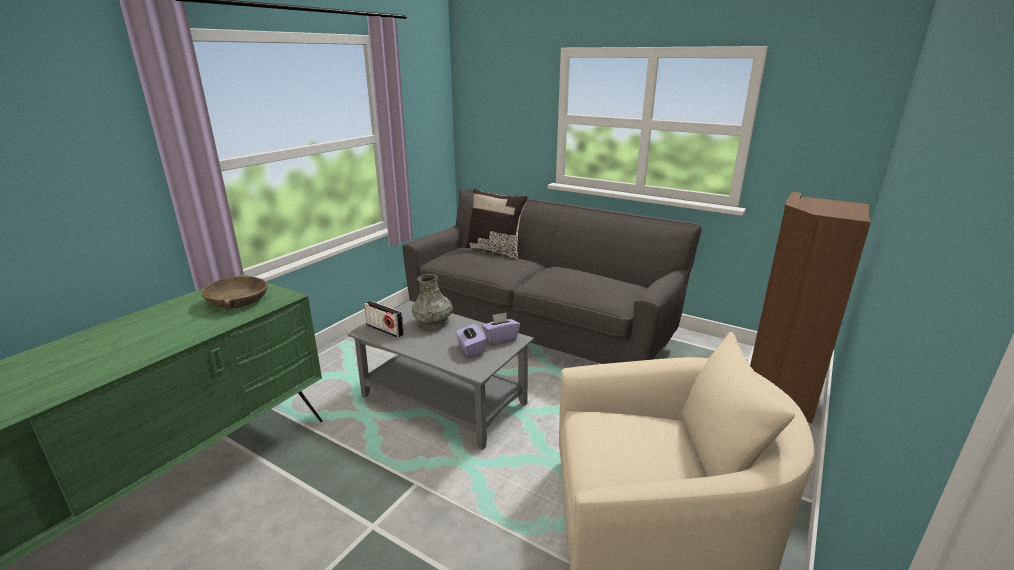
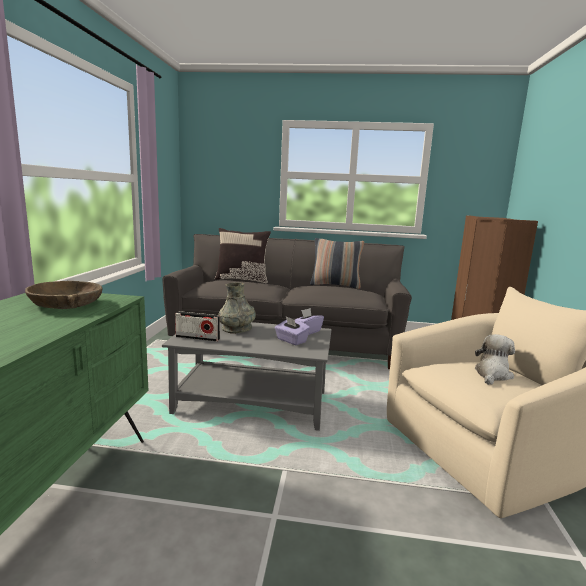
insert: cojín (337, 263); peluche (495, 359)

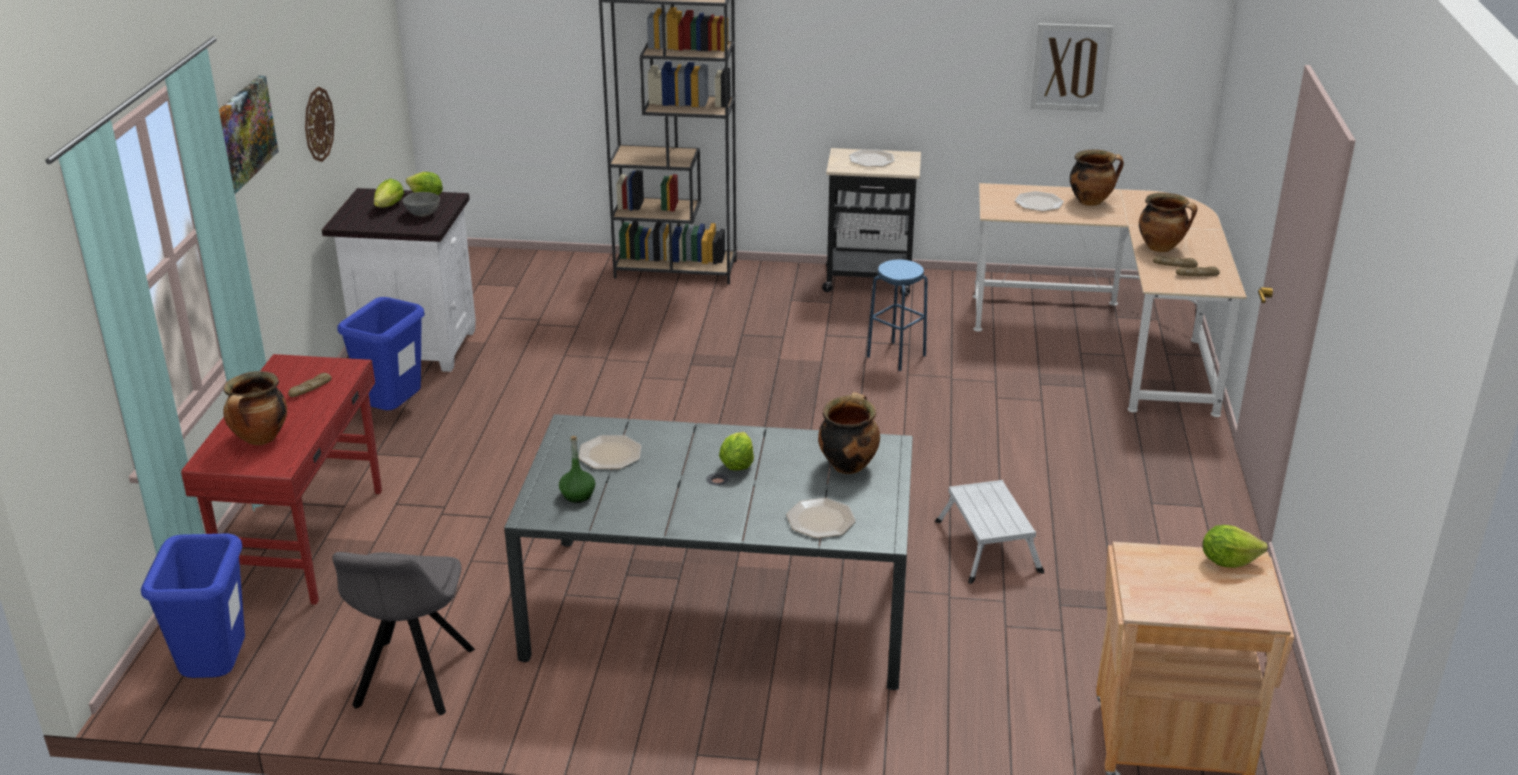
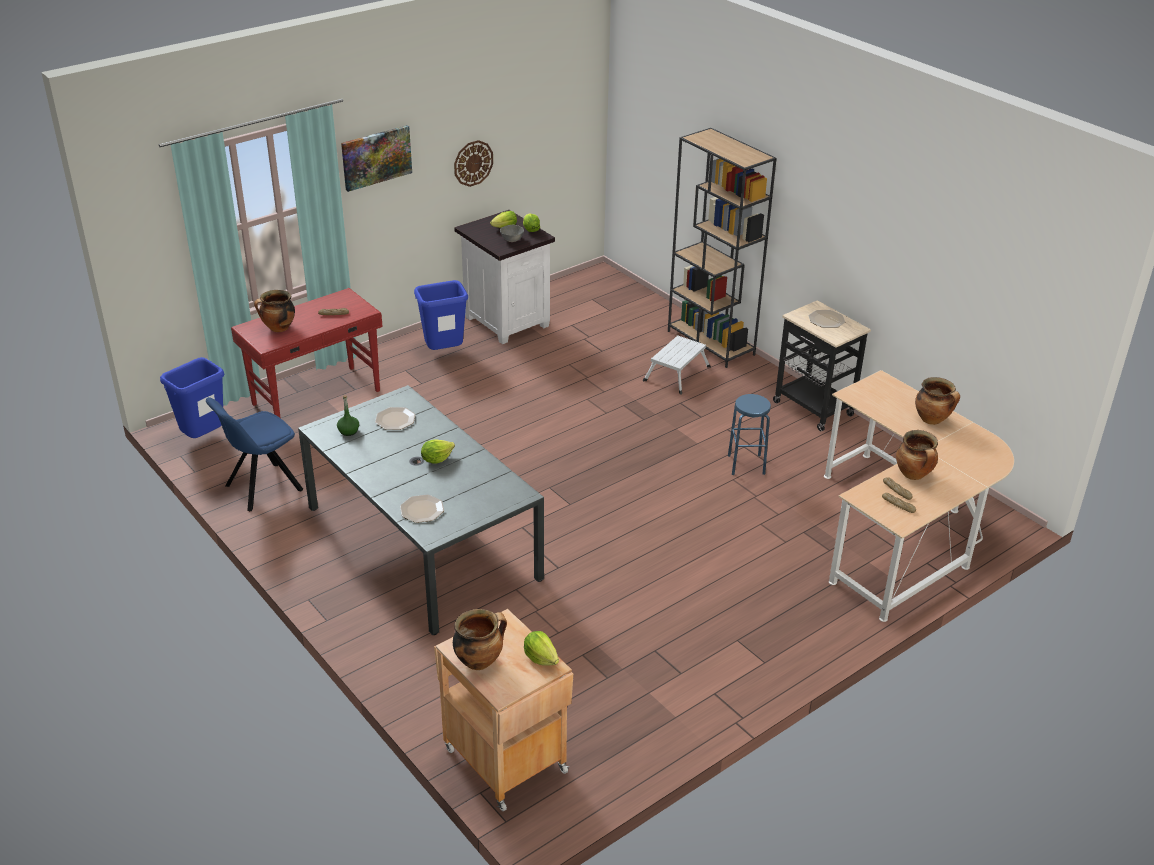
delete: plato (1039, 201); cuadro (1071, 67)
move: olla (849, 433) to (480, 639); escalera de tijera [blanco] (989, 532) to (677, 365)
recolor: silla [gris] (404, 633) to silla [azul] (254, 454)

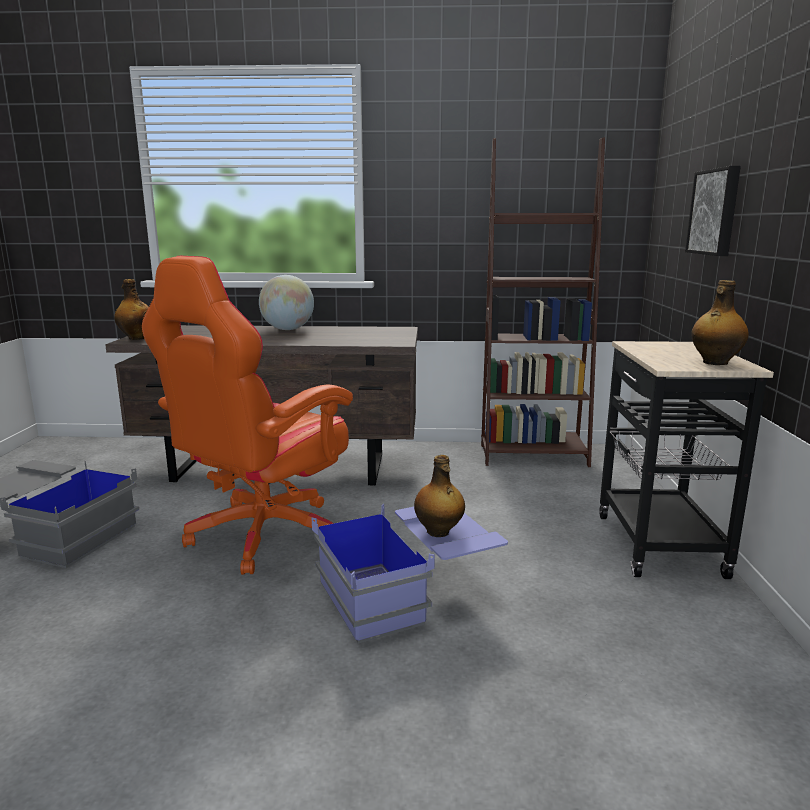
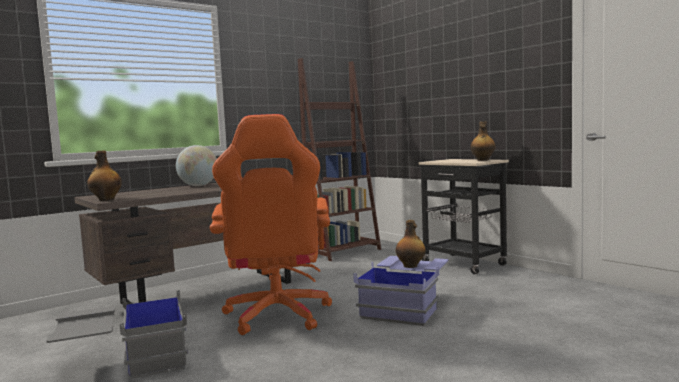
delete: cuadro (713, 211)

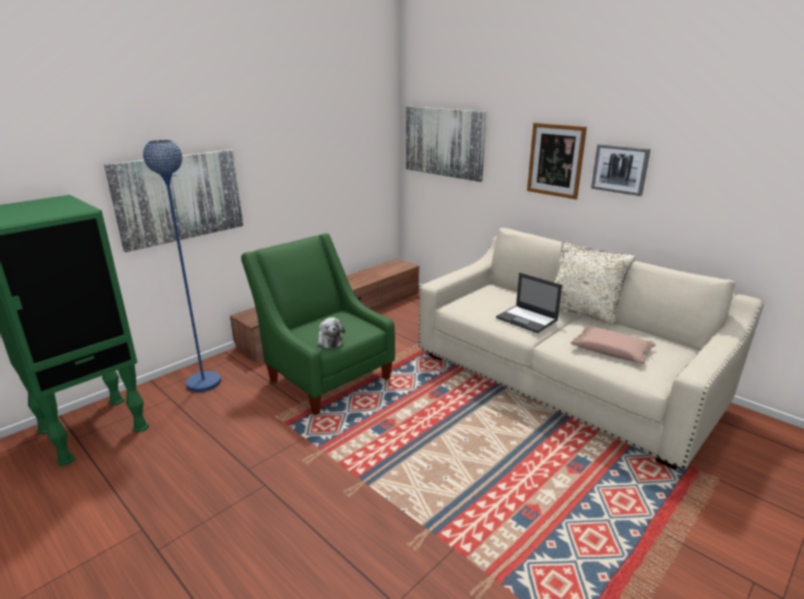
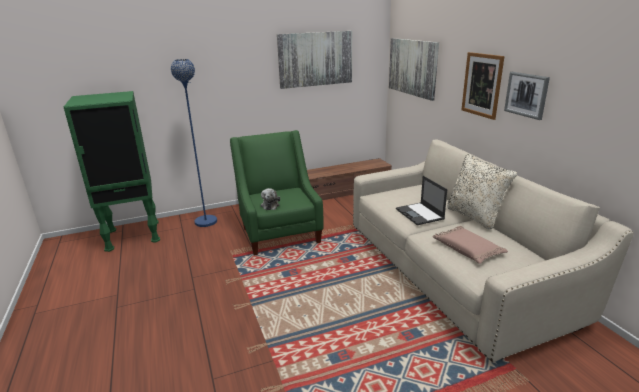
move: cuadro (173, 201) to (314, 60)

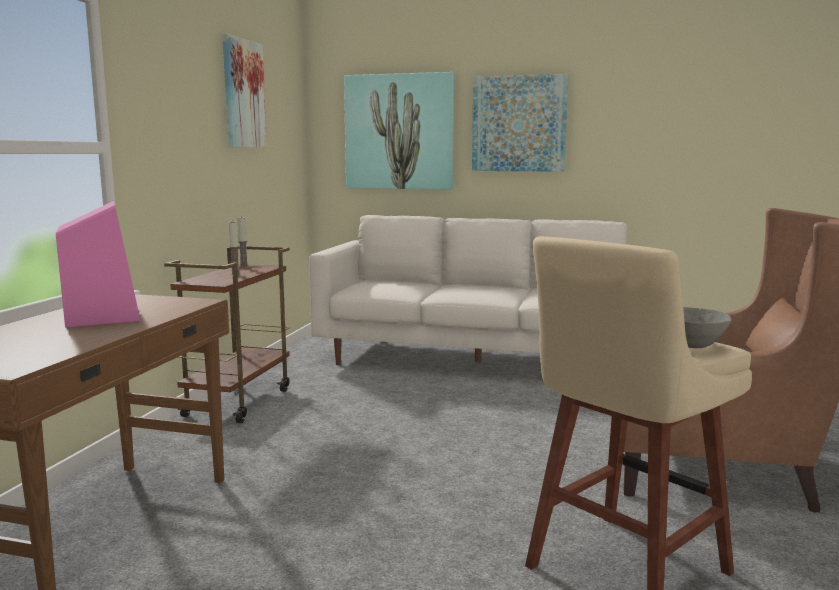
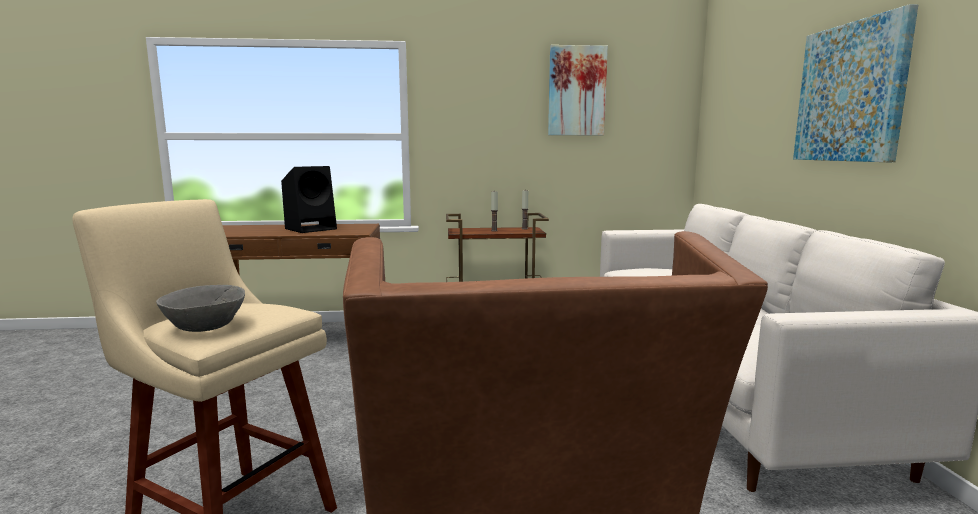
delete: cuadro (399, 131)
recolor: altavoz [rosa] (98, 264) to altavoz [negro] (309, 199)

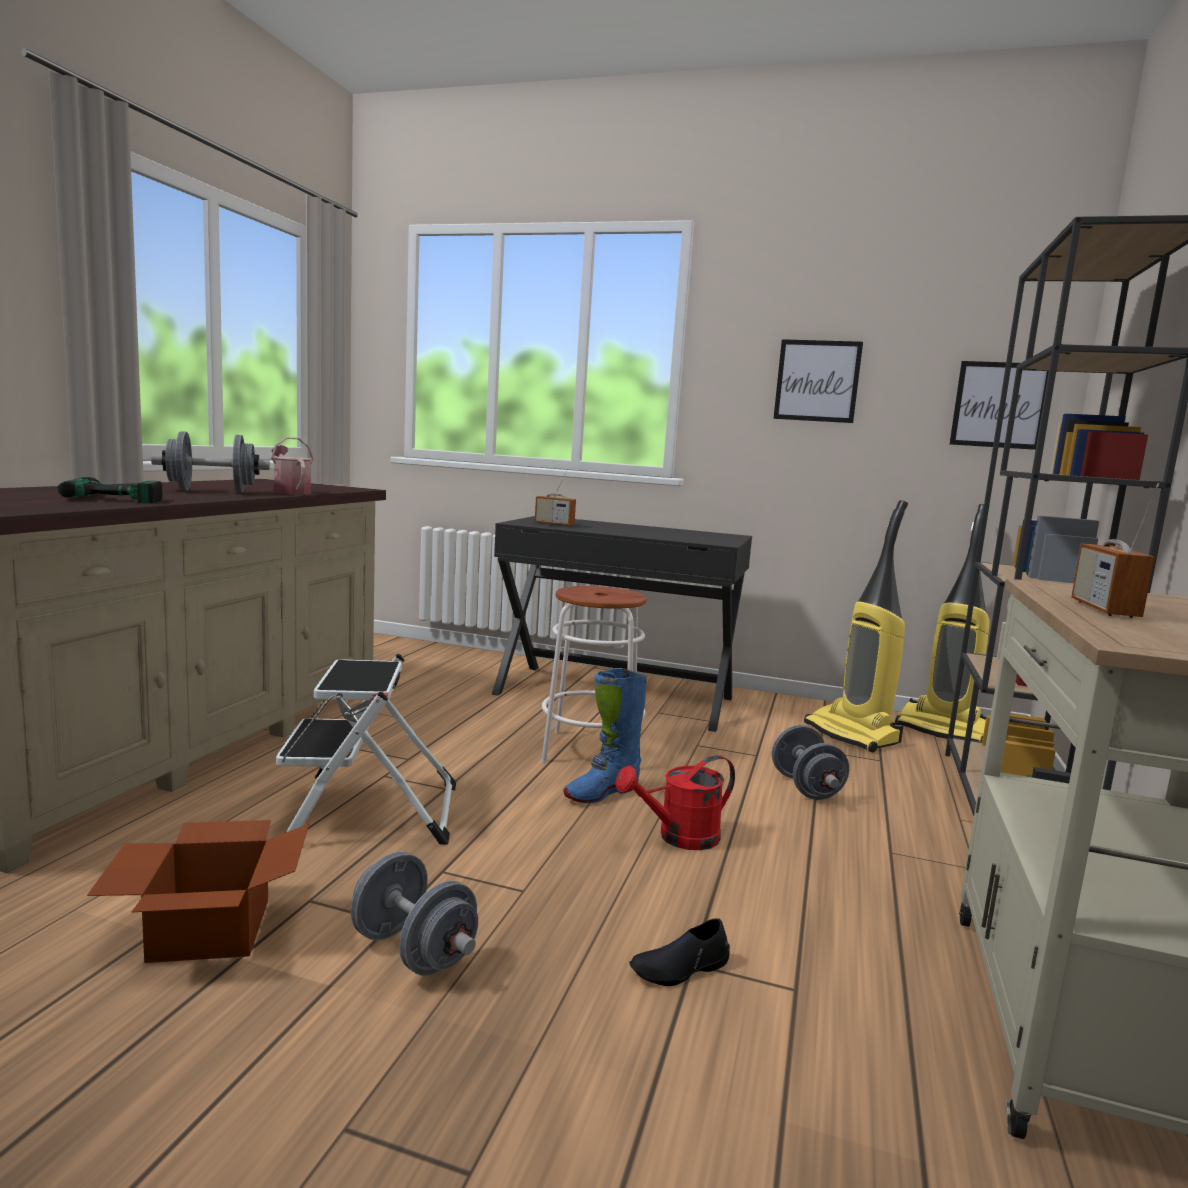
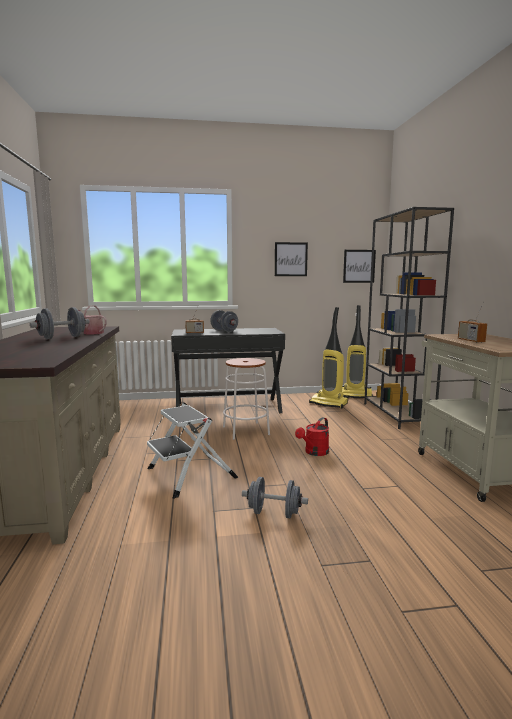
delete: taladro (110, 490); caja de cartón (198, 891); bota [azul] (604, 735); zapato [negro] (679, 952)
move: mancuerna [gris] (810, 762) to (224, 321)

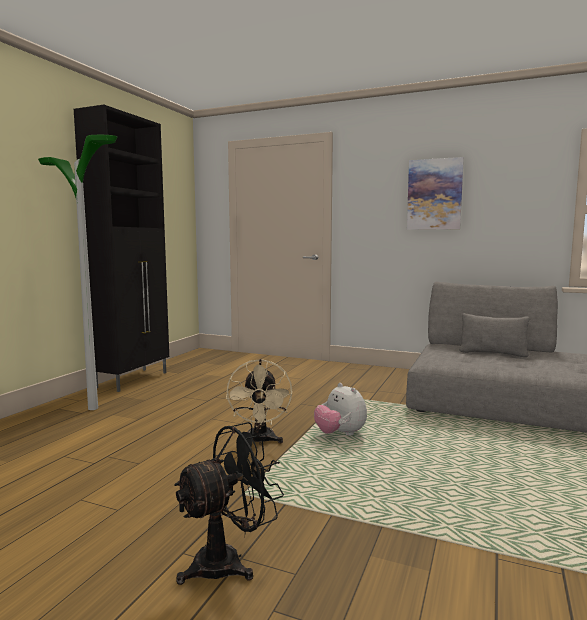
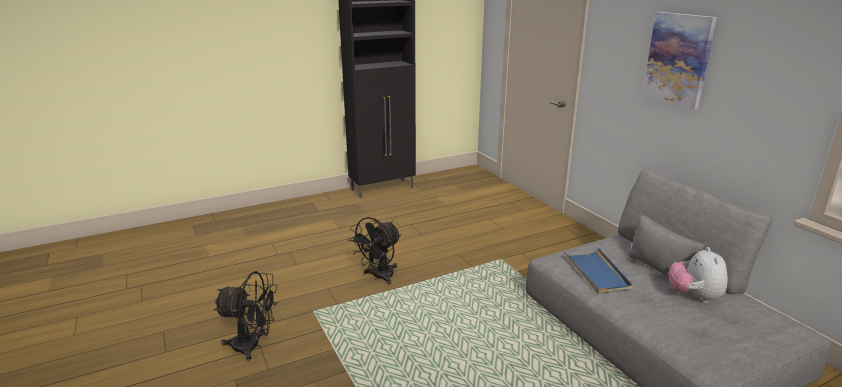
delete: lámpara de pie (77, 272)
insert: bandeja [azul] (598, 270)
move: peluche (340, 409) to (698, 275)
recolor: ventilador [beis] (259, 402) to ventilador [negro] (374, 251)

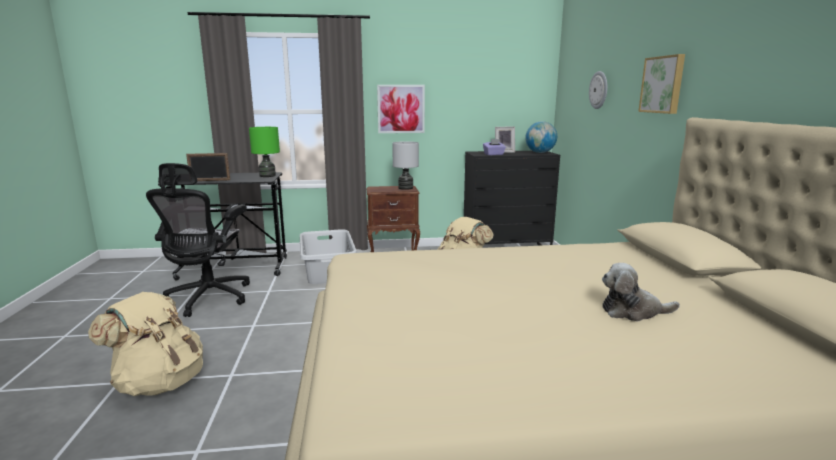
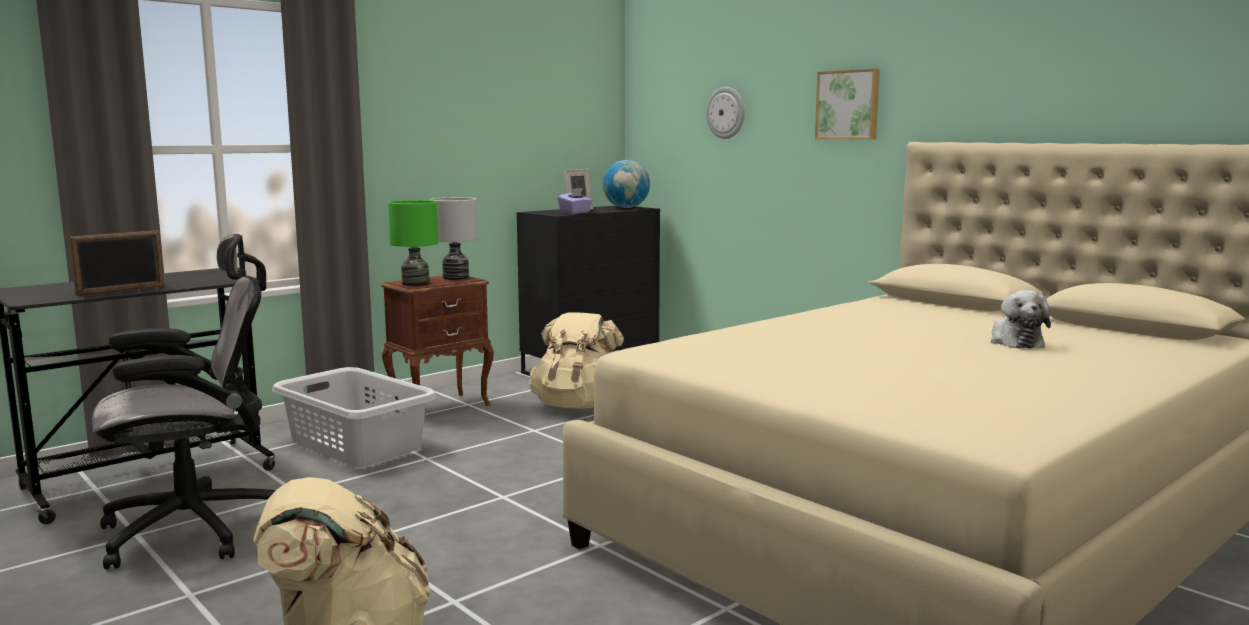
delete: cuadro (401, 109)
move: lámpara de mesa [verde] (264, 152) to (413, 243)
rotate: silla de oficina (198, 240) = (184, 401) 90 degrees counterclockwise; peluche (641, 292) = (1021, 319) 60 degrees counterclockwise

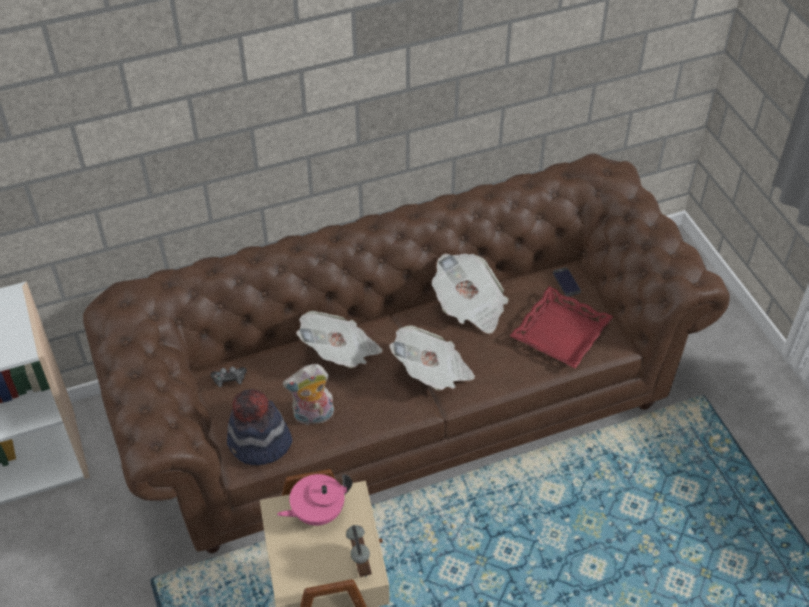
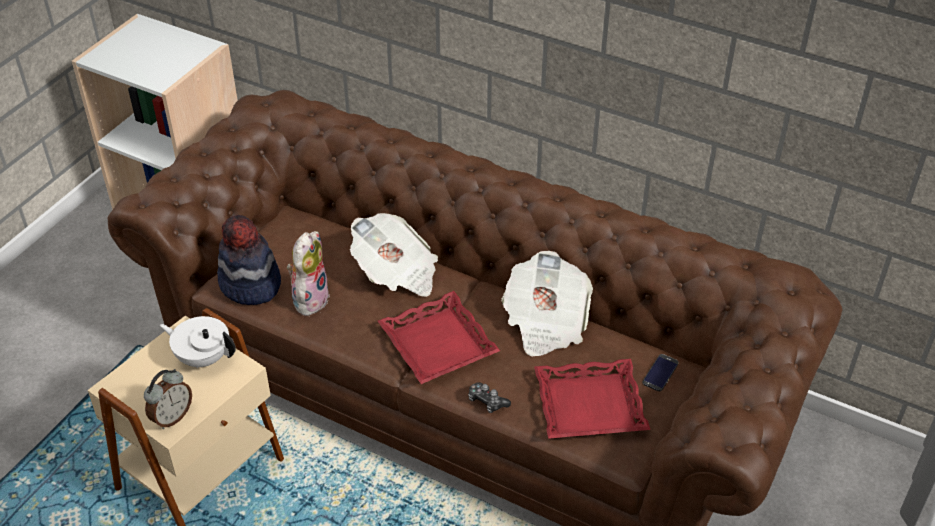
move: mando de consola (229, 376) to (489, 397)
replace: periódico (432, 358) to bandeja [rojo] (439, 337)
recolor: tetera [rosa] (314, 500) to tetera [blanco] (198, 342)
rotate: peluche (308, 394) = (308, 273) 75 degrees clockwise

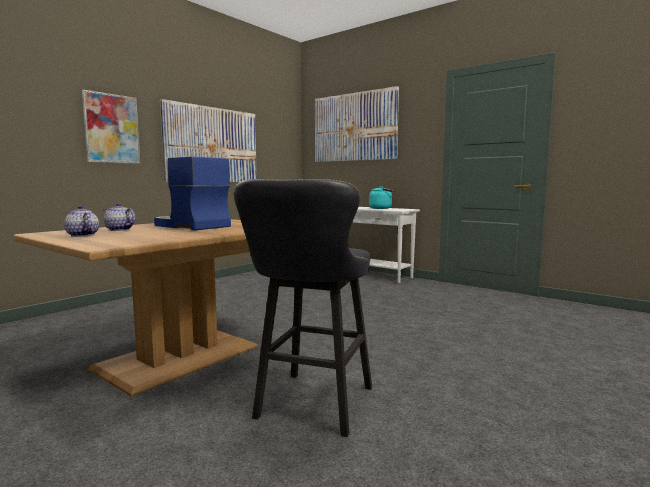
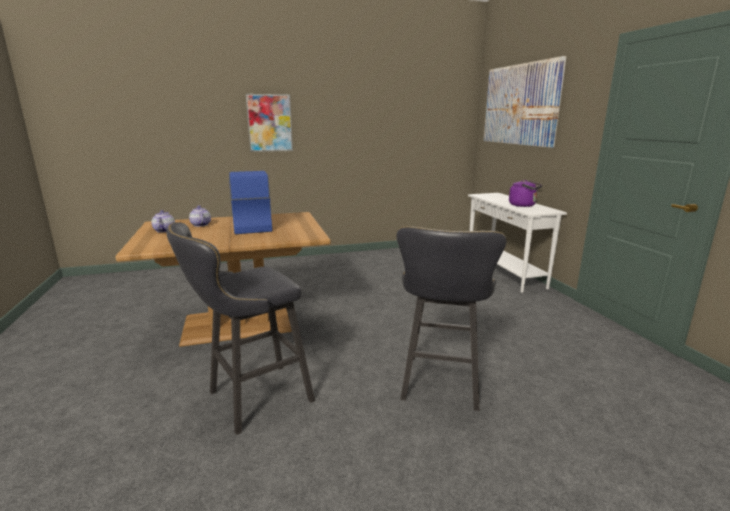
delete: cuadro (208, 140)
insert: taburete [negro] (451, 318)
recolor: hervidor [turquesa] (381, 197) to hervidor [morado] (526, 193)

